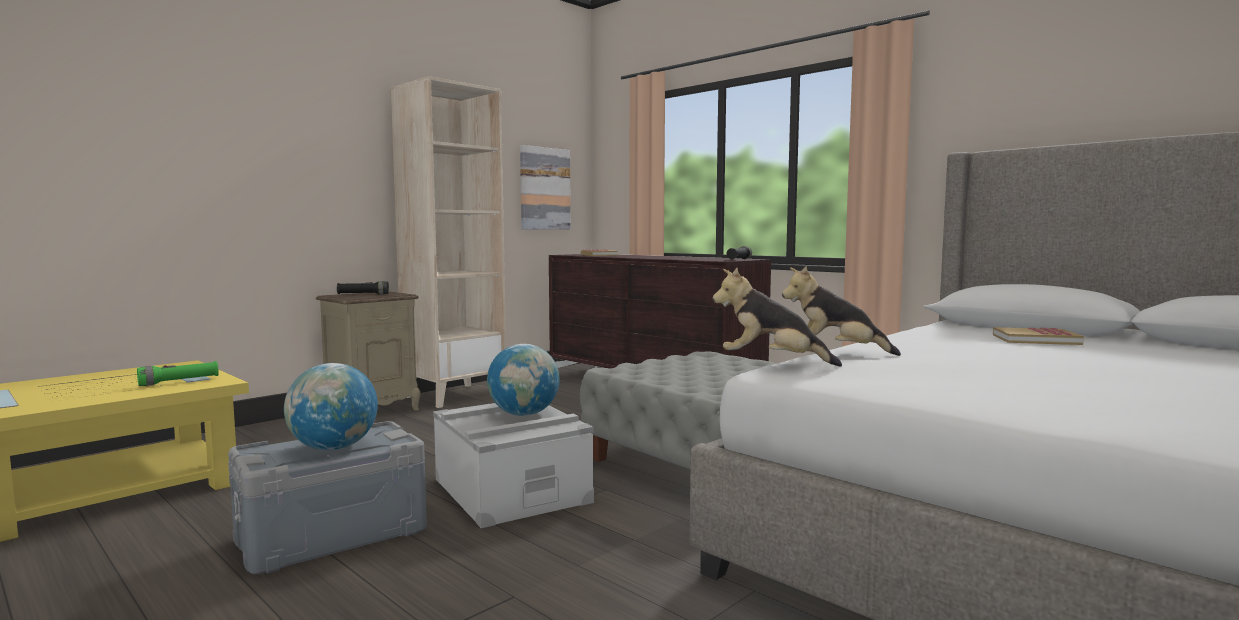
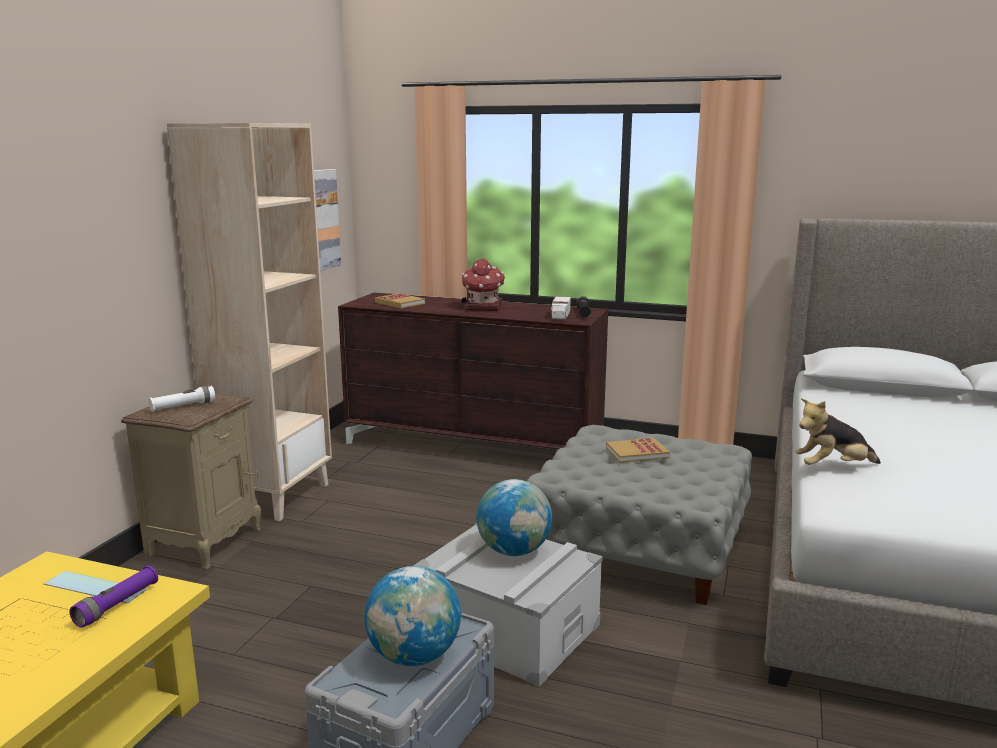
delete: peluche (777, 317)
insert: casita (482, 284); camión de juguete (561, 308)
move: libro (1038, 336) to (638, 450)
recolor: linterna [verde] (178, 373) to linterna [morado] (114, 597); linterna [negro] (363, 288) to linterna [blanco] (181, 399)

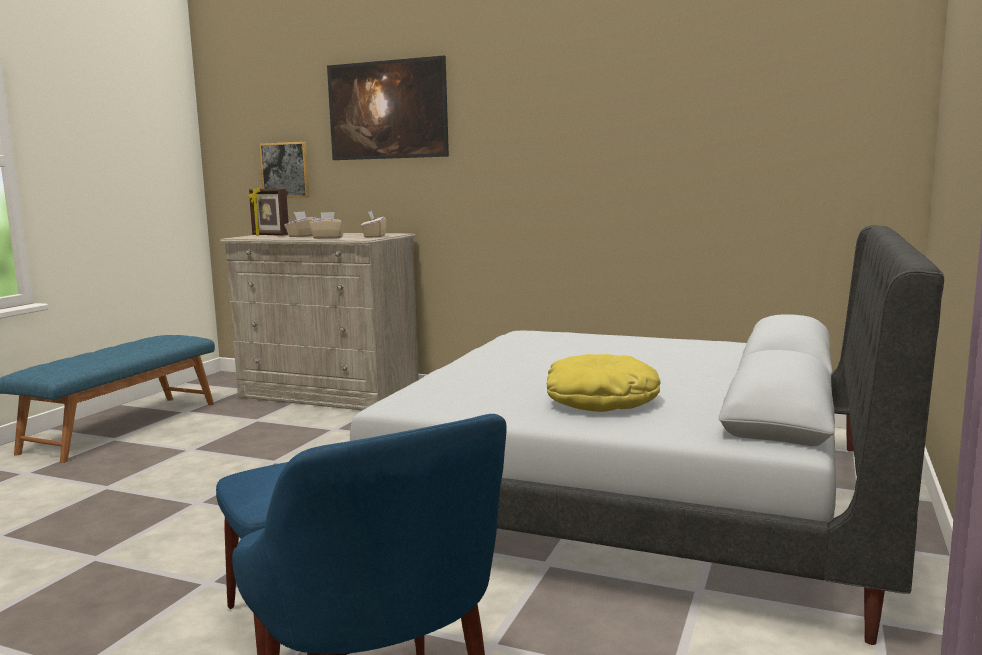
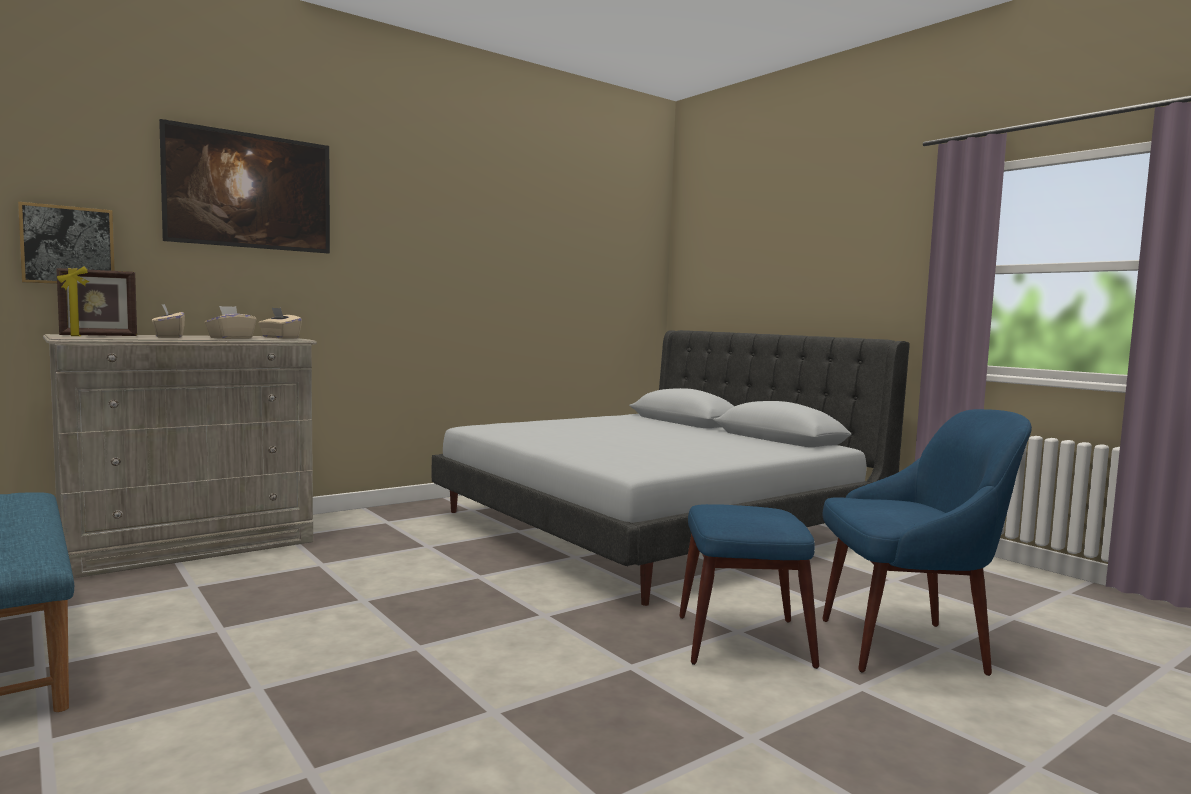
delete: cojín [amarillo] (604, 383)

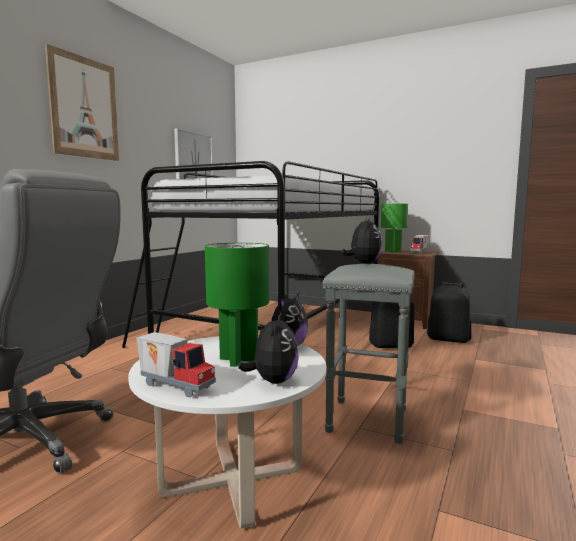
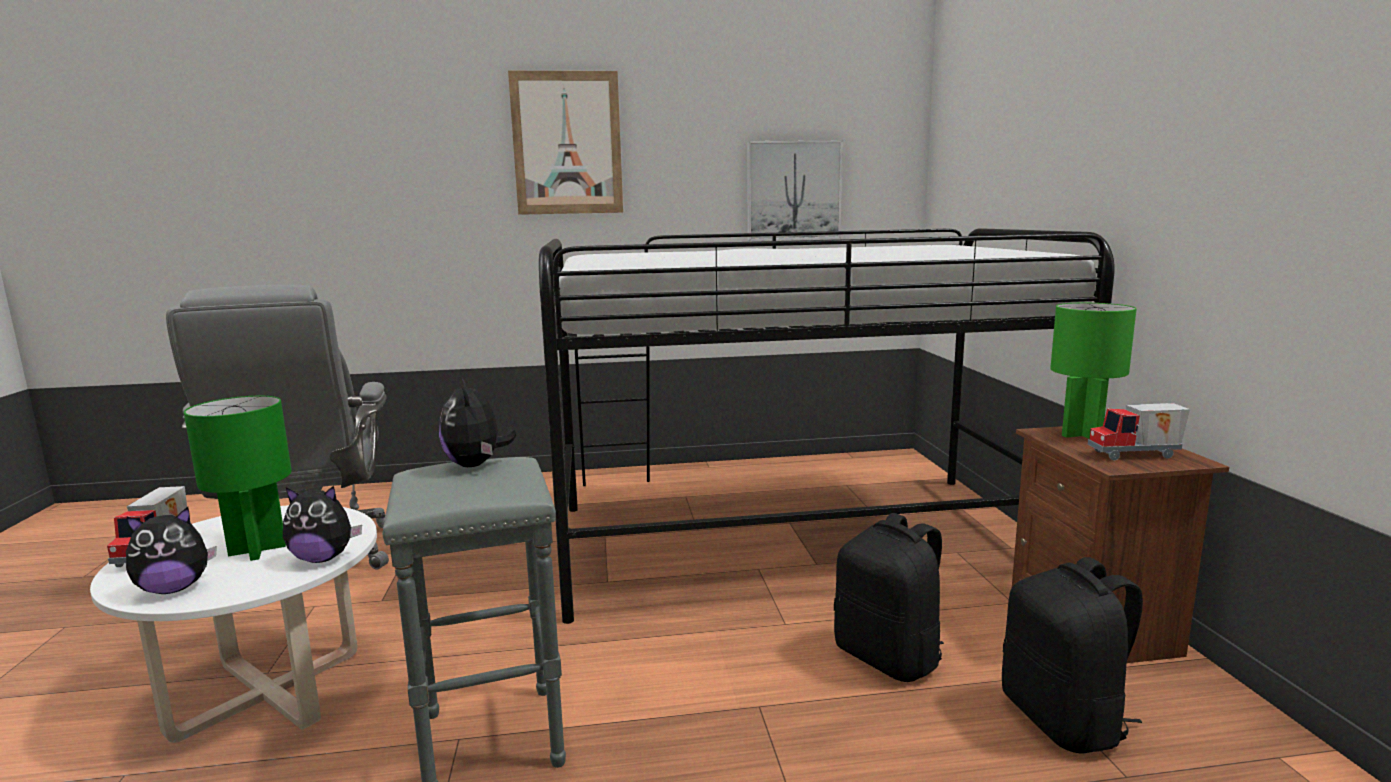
rotate: peluche (362, 240) = (477, 422) 105 degrees clockwise

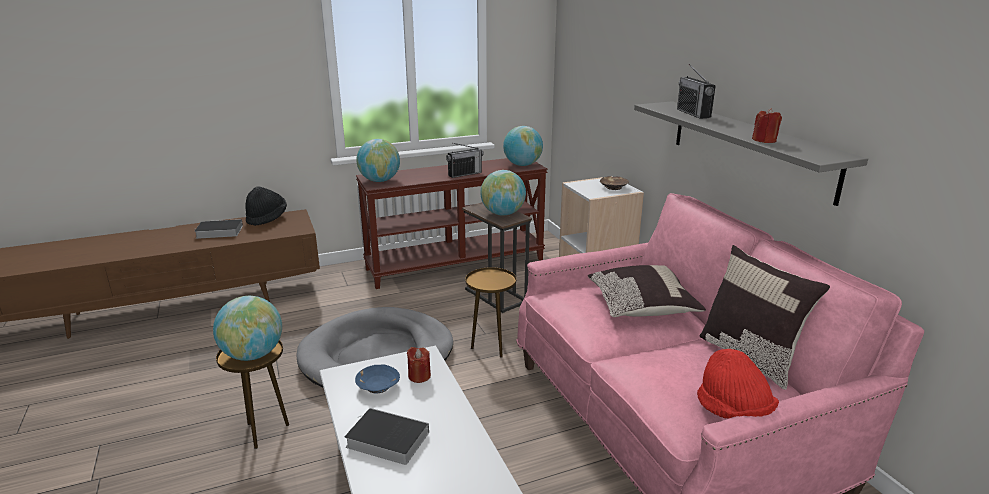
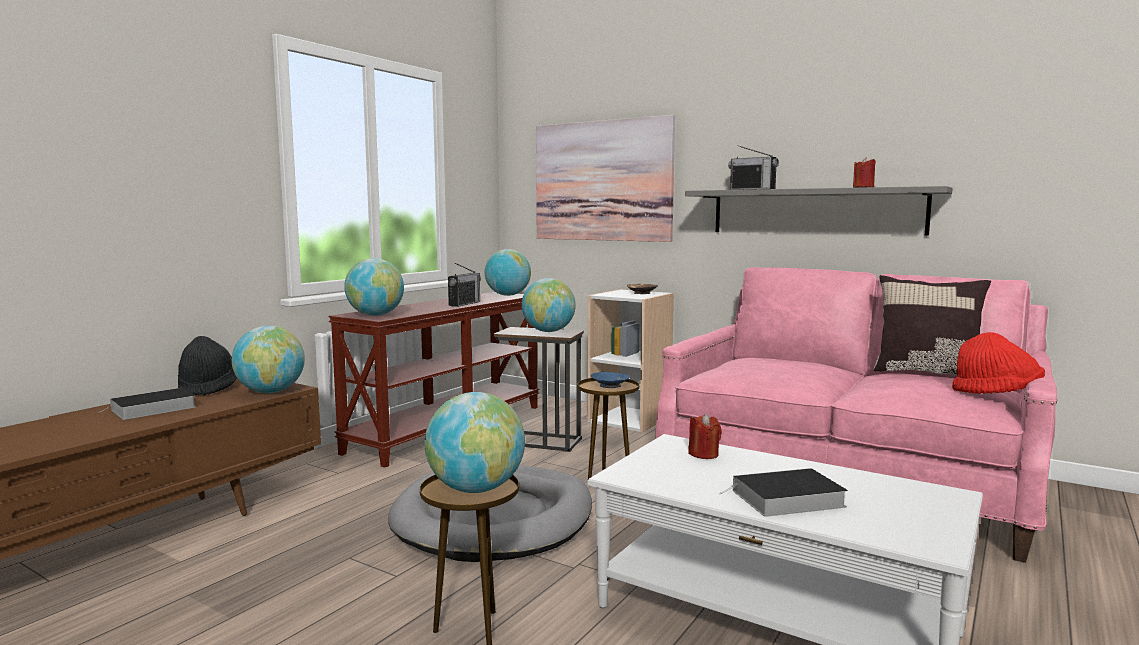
delete: cojín (647, 291)
insert: globo terráqueo (268, 359); cuadro (605, 178)
move: cuenco [azul] (377, 378) to (610, 380)

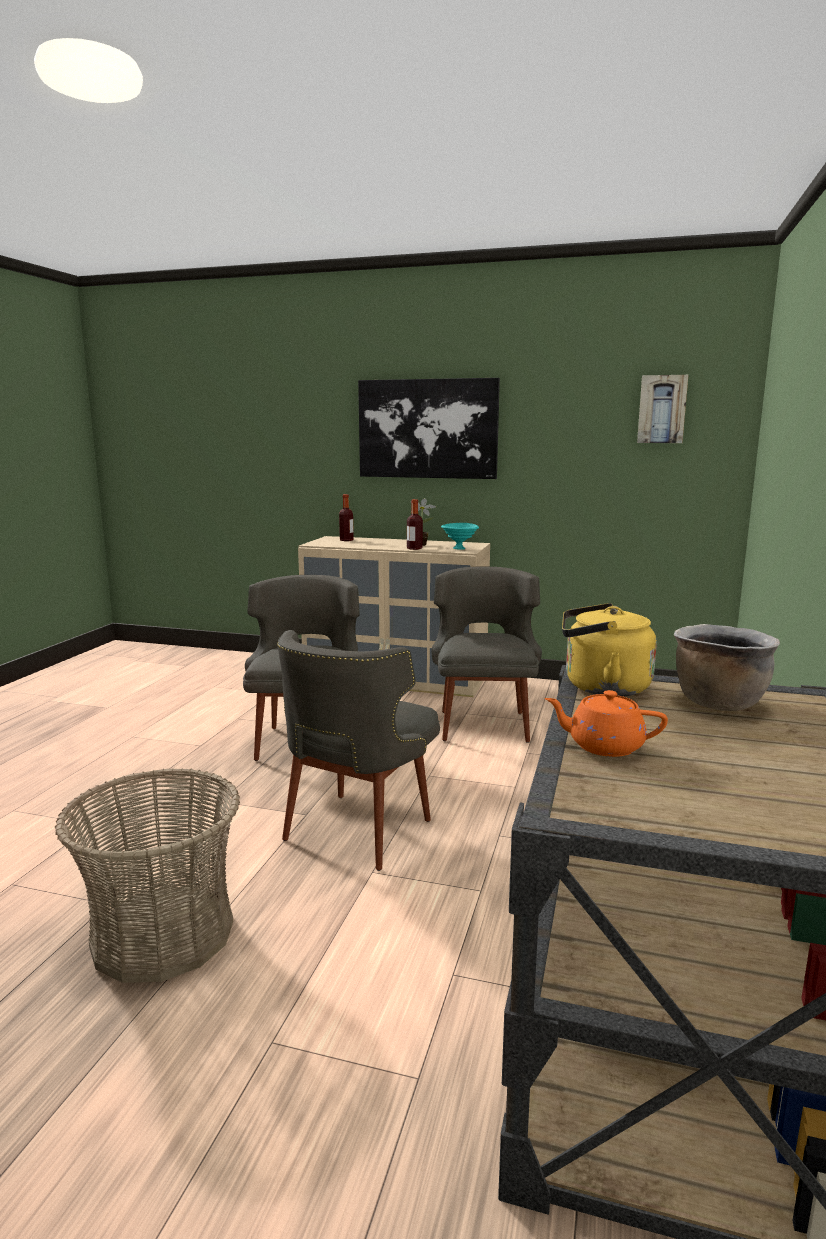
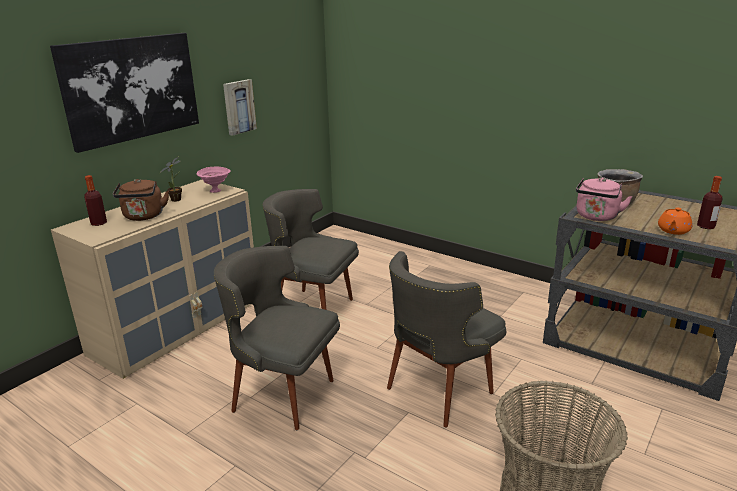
insert: hervidor [marrón] (141, 200)
move: botella (415, 524) to (709, 202); cuadro (662, 409) to (240, 107)
recolor: cuenco [turquesa] (460, 536) to cuenco [rosa] (214, 180); hervidor [amarillo] (609, 649) to hervidor [rosa] (604, 199)
rotate: silla [gris] (358, 750) = (446, 339) 90 degrees clockwise

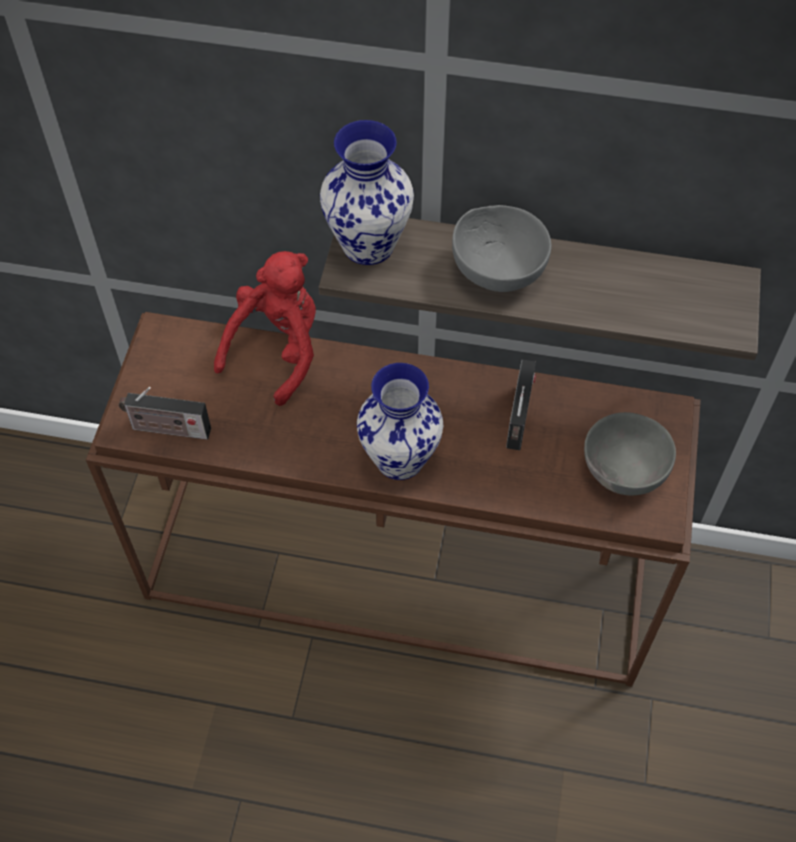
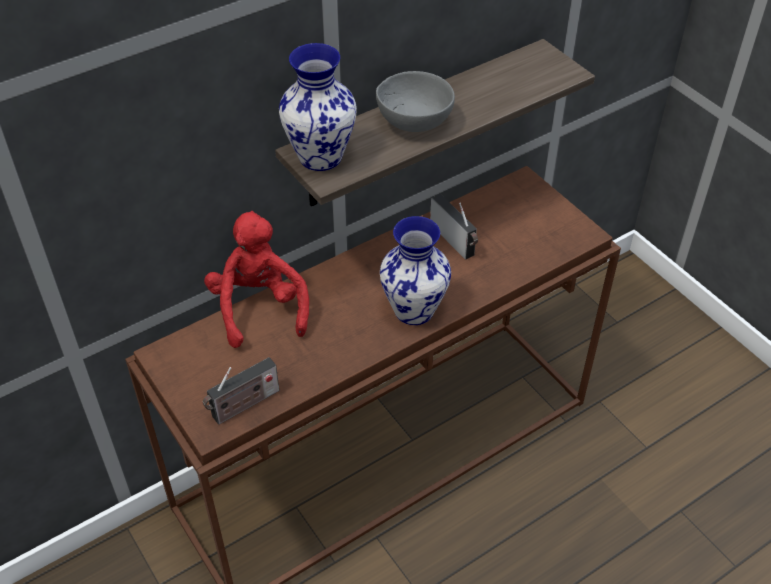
delete: cuenco [gris] (630, 454)

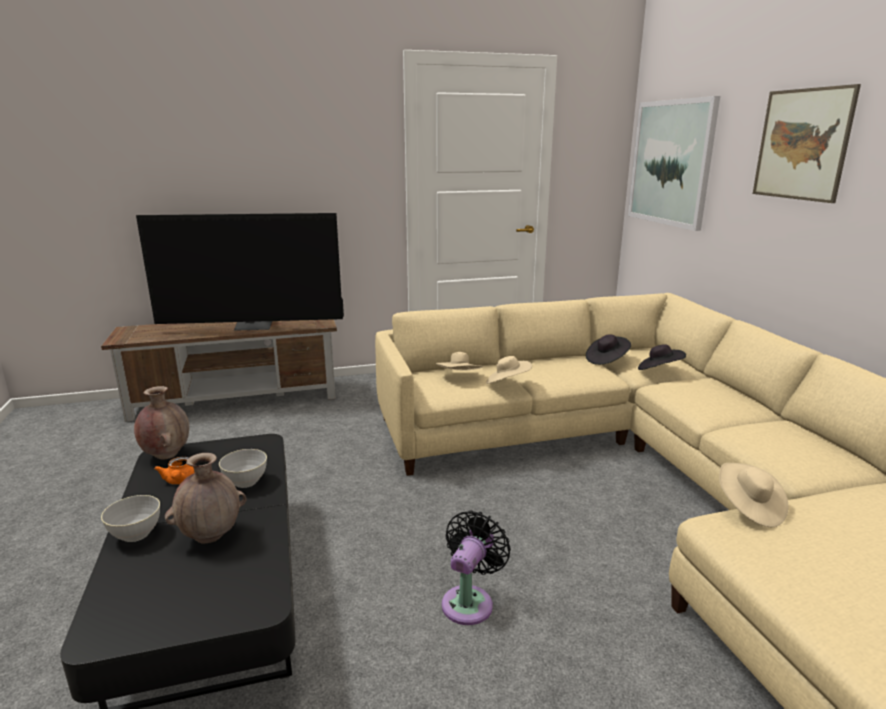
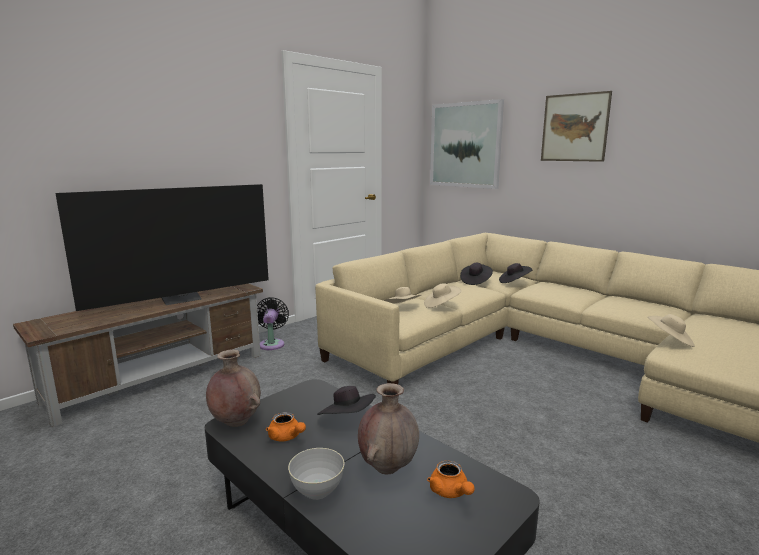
insert: tetera [naranja] (451, 479)
move: ventilador [negro] (476, 568) to (273, 323)
replace: cuenco [gris] (243, 468) to sombrero [negro] (346, 400)

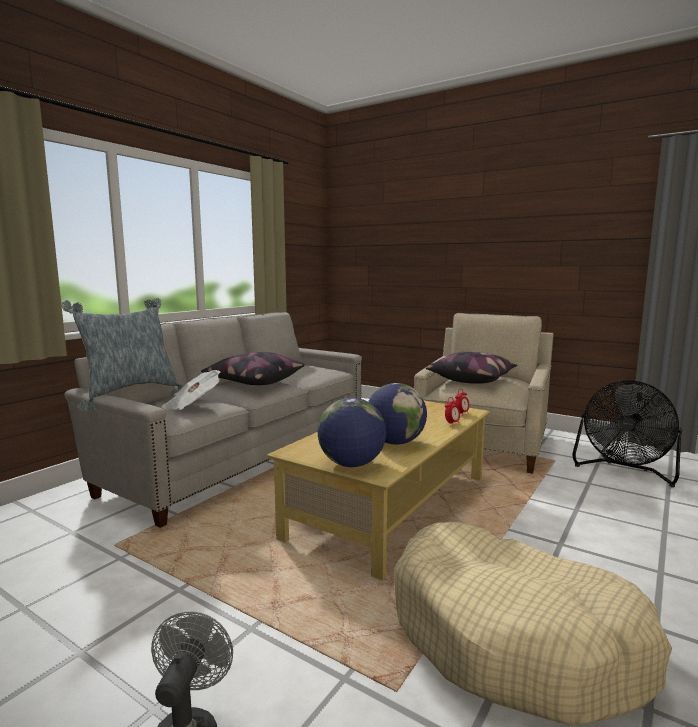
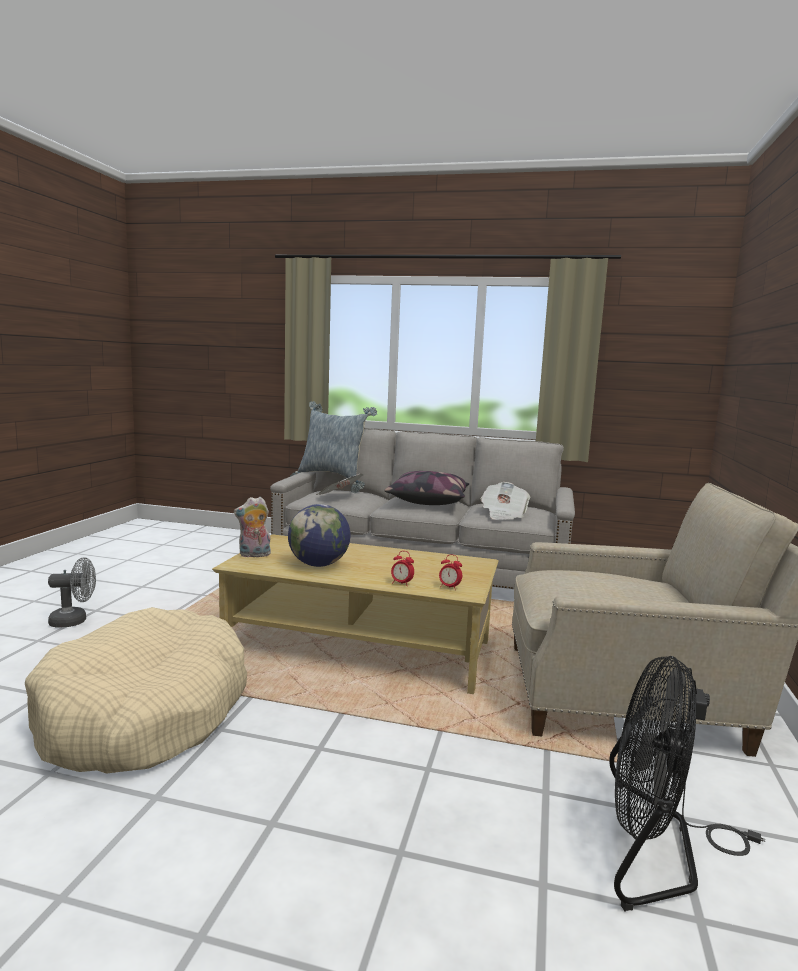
delete: cojín (471, 368)
insert: periódico (505, 501)
replace: globo terráqueo (352, 432) to peluche (252, 527)

